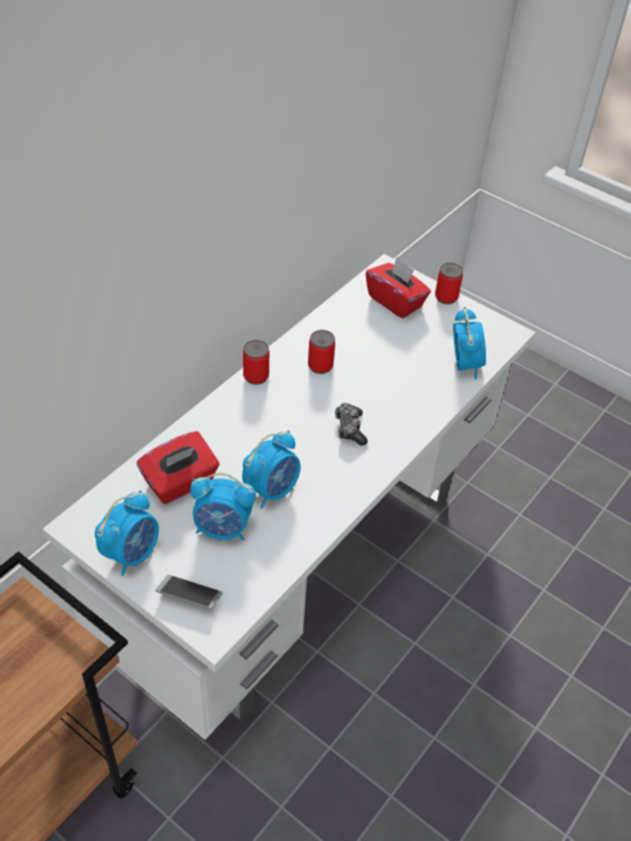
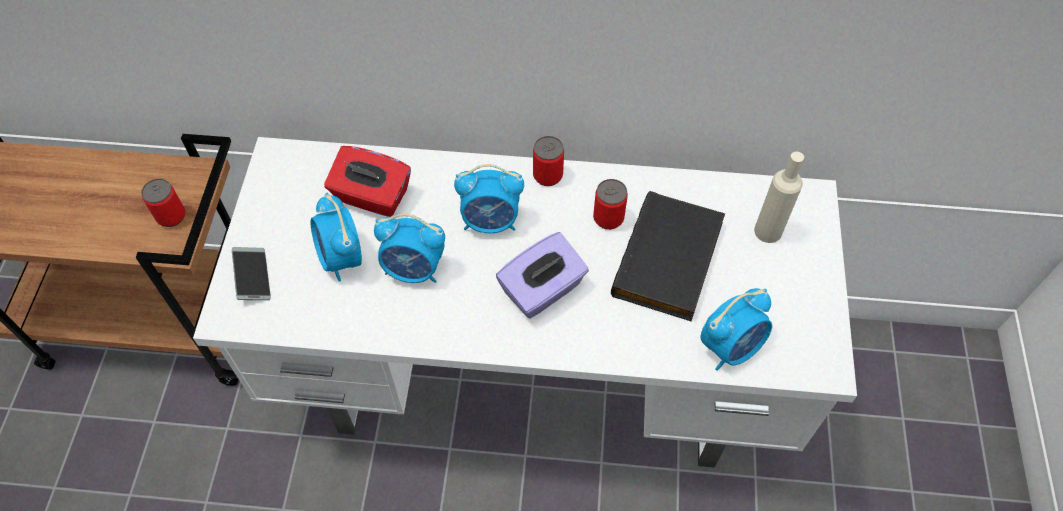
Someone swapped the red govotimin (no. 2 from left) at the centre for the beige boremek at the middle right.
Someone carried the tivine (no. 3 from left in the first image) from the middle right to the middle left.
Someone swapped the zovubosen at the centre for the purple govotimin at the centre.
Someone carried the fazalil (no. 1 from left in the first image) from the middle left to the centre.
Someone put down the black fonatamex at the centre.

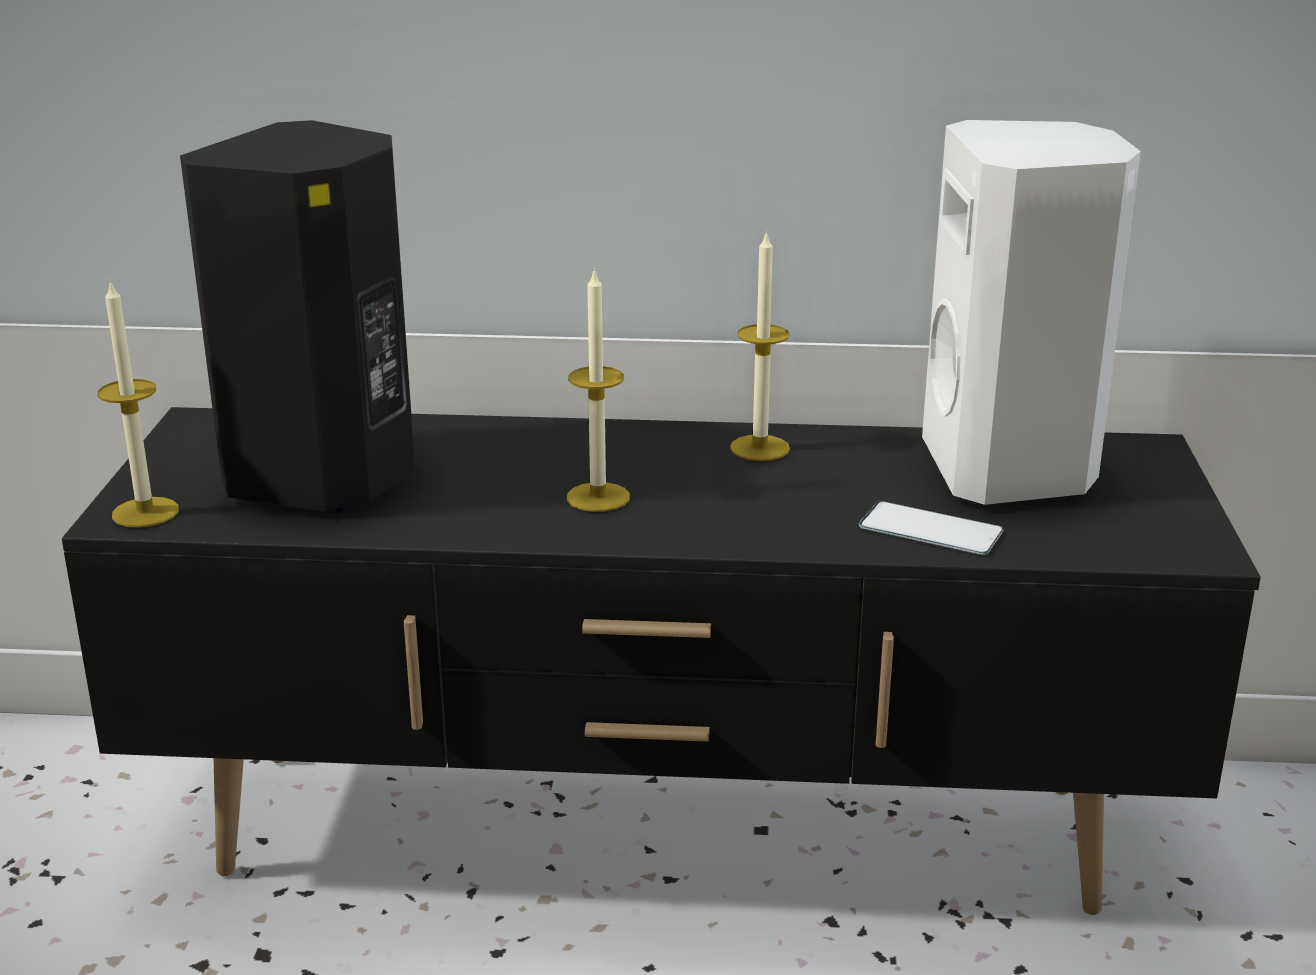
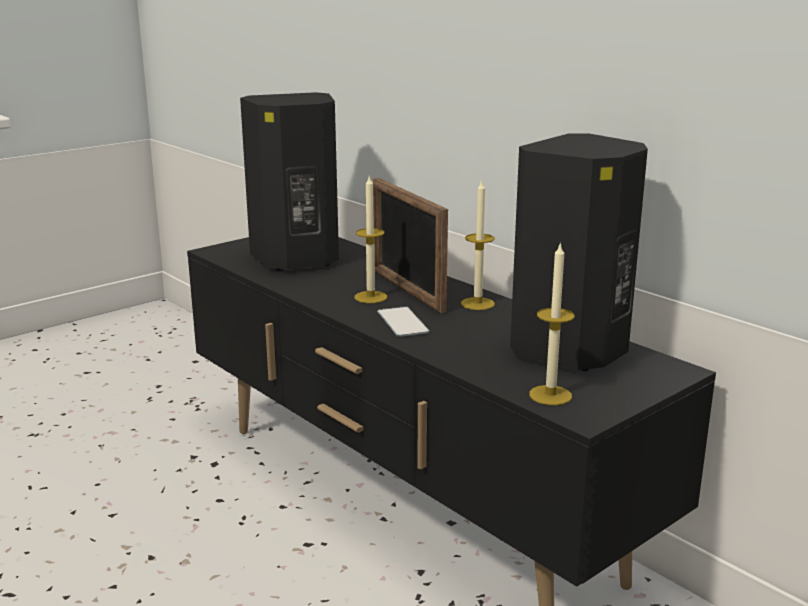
Someone repainted the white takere at the top right, which became the black takere (no. 2 from left) at the middle right.
Someone carried the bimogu (no. 1 from left in the first image) from the middle left to the middle right.
Someone carried the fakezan from the middle right to the centre.
Someone put down the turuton at the centre.

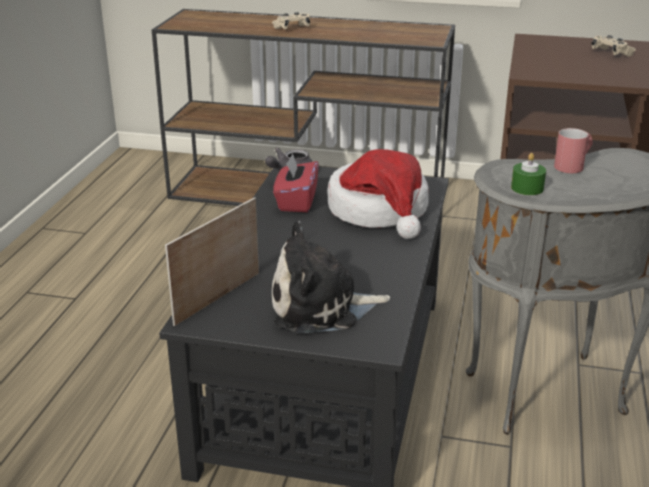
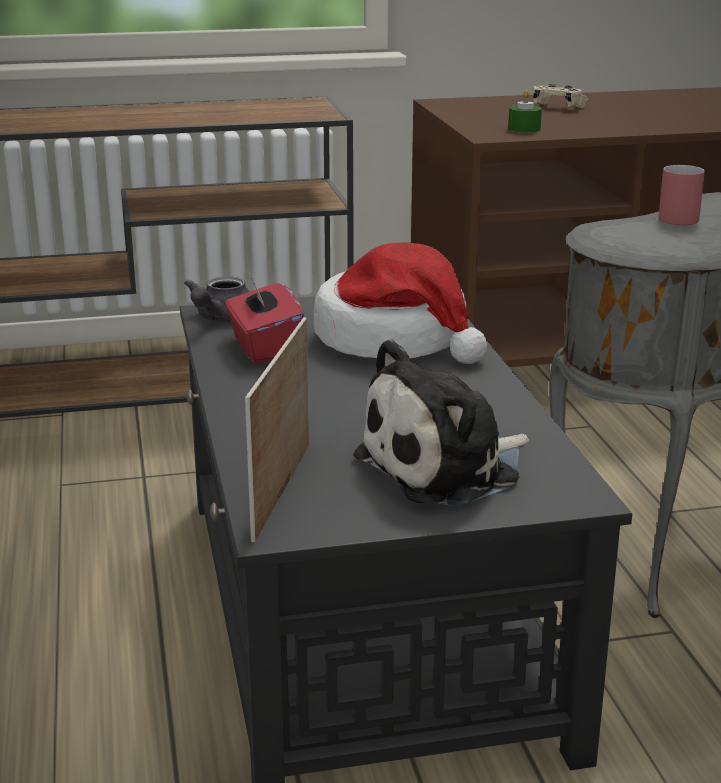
Someone took away the beige zovubosen (no. 1 from left) at the top centre.
Someone carried the green bimogu from the middle right to the top right.

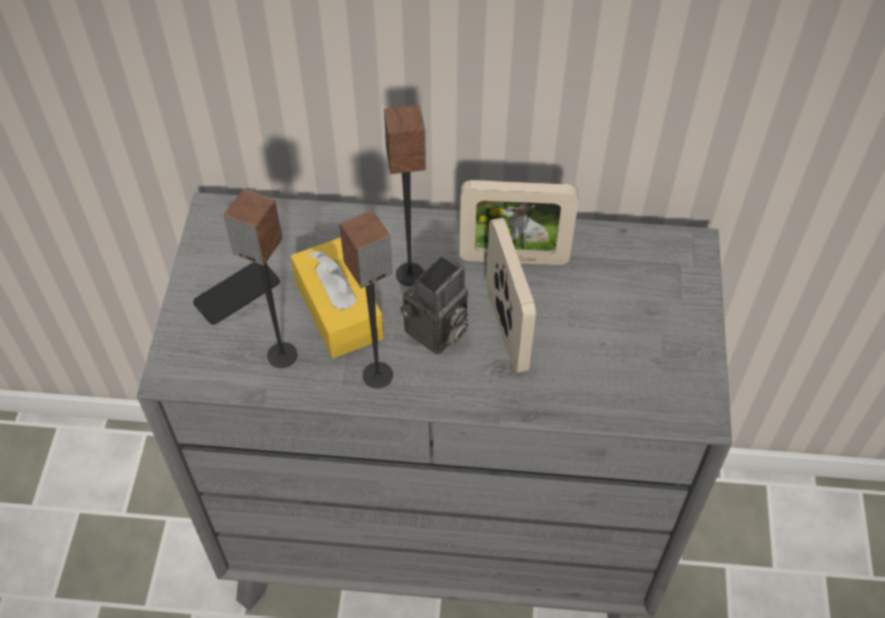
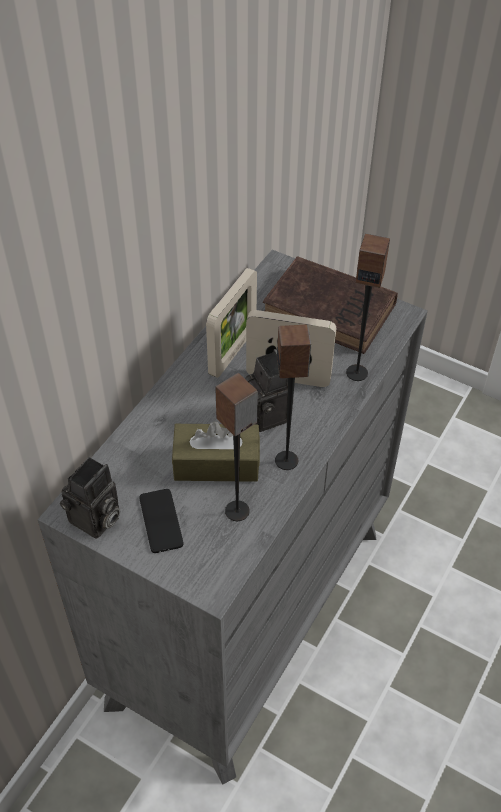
Someone carried the takere (no. 3 from left) from the top centre to the middle right.
Someone repainted the yellow govotimin at the centre, which became the brown govotimin at the centre.
Someone put down the brown fonatamex at the centre.
Someone put down the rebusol (no. 1 from left) at the middle left.

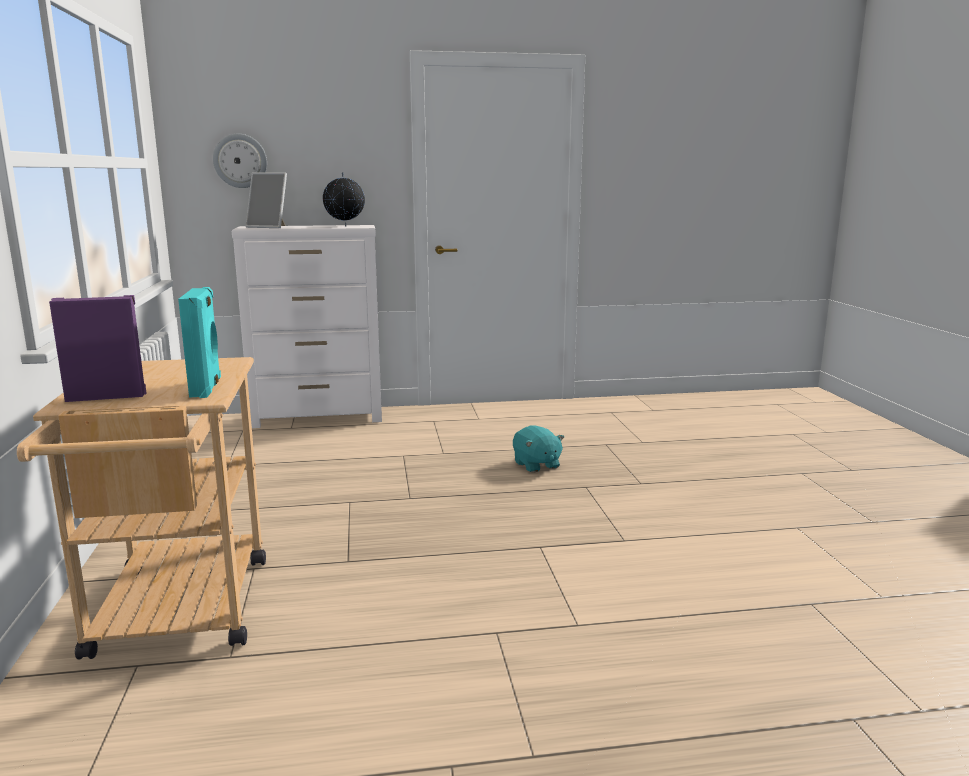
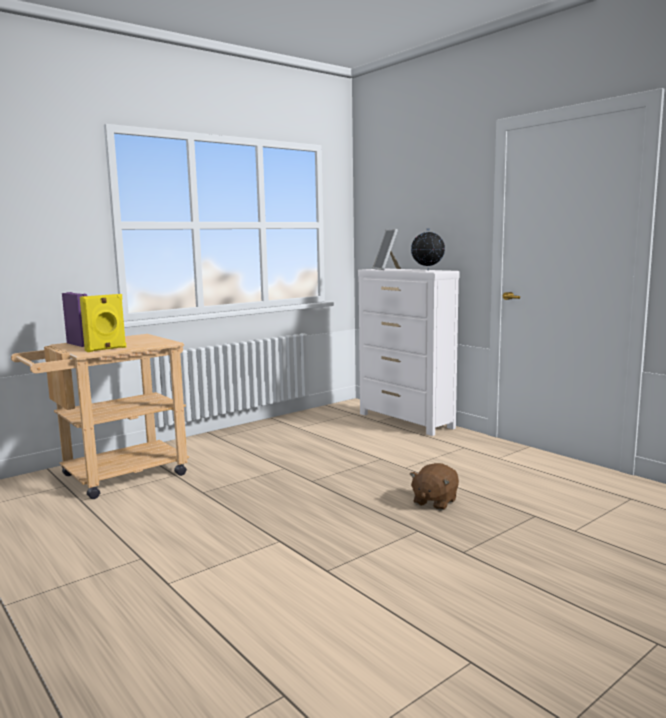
Someone took away the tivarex at the top left.
Someone repainted the turquoise takere at the middle left, which became the yellow takere at the middle left.
Someone repainted the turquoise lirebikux at the centre, which became the brown lirebikux at the bottom centre.

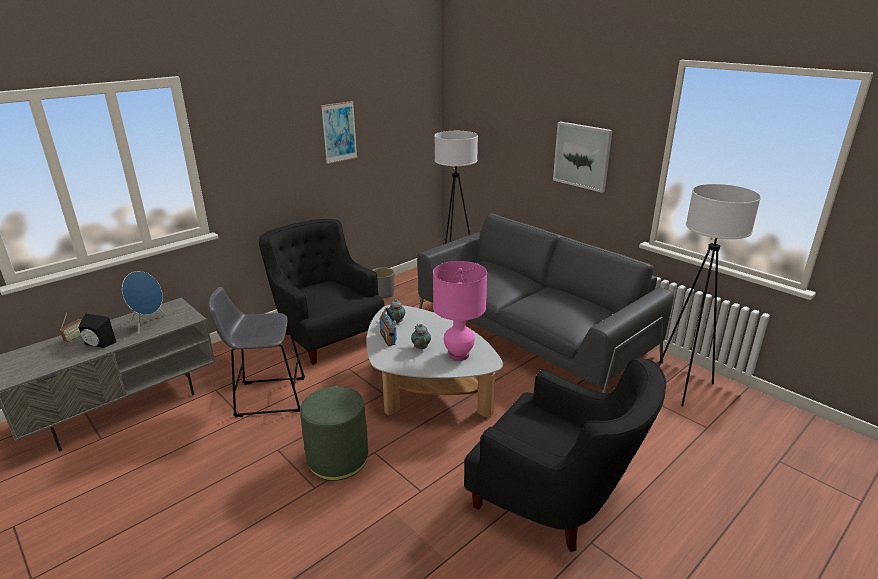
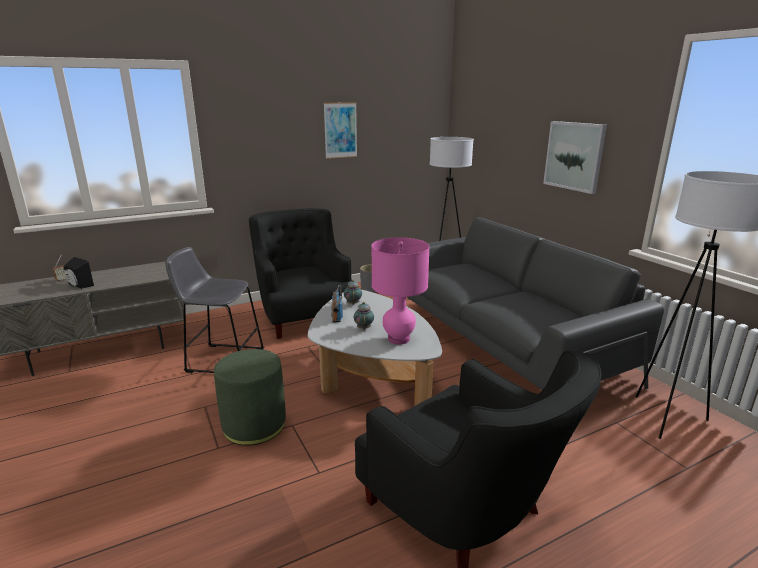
Someone took away the blue takere at the middle left.

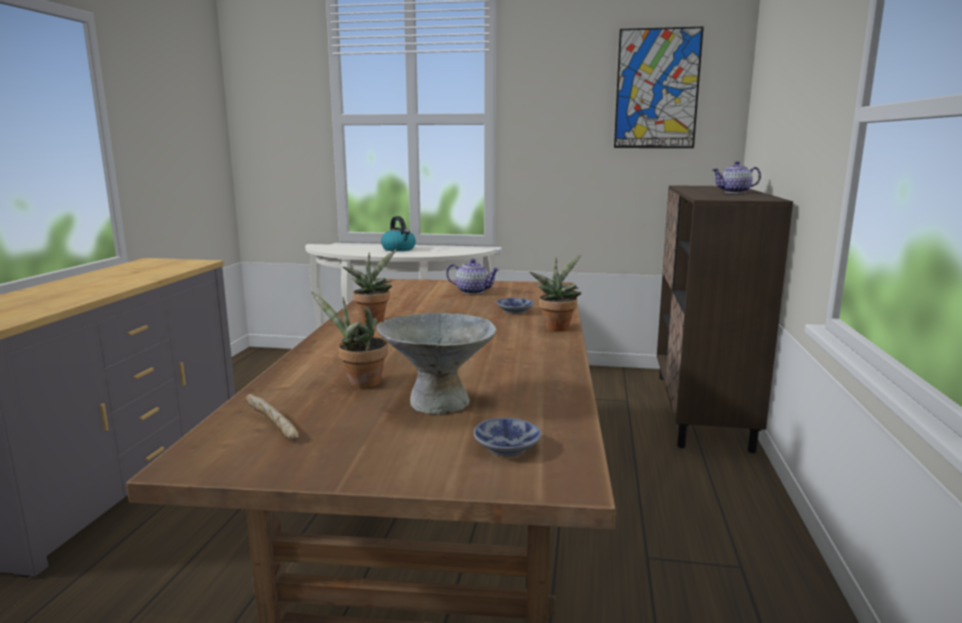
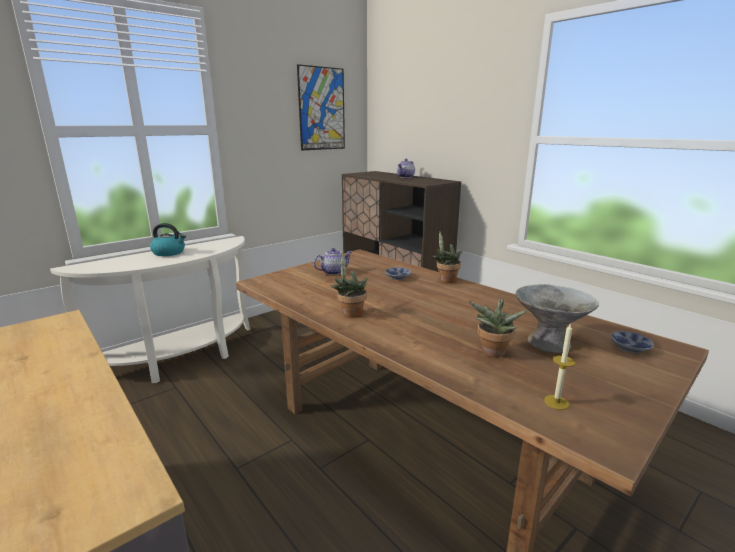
Someone swapped the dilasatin at the bottom left for the bimogu at the middle right.

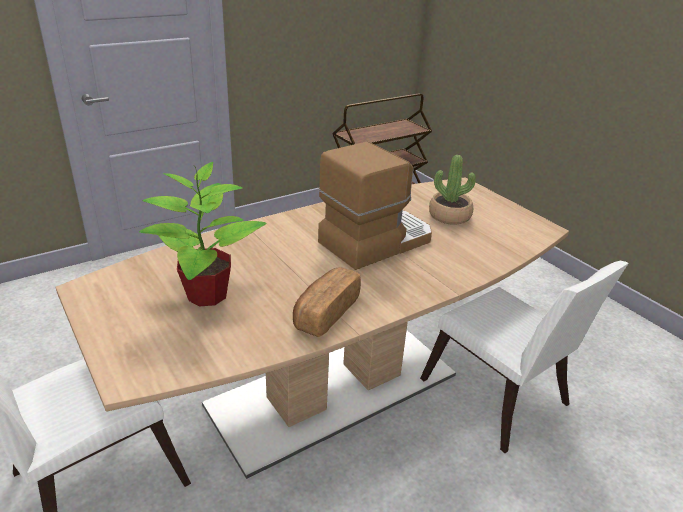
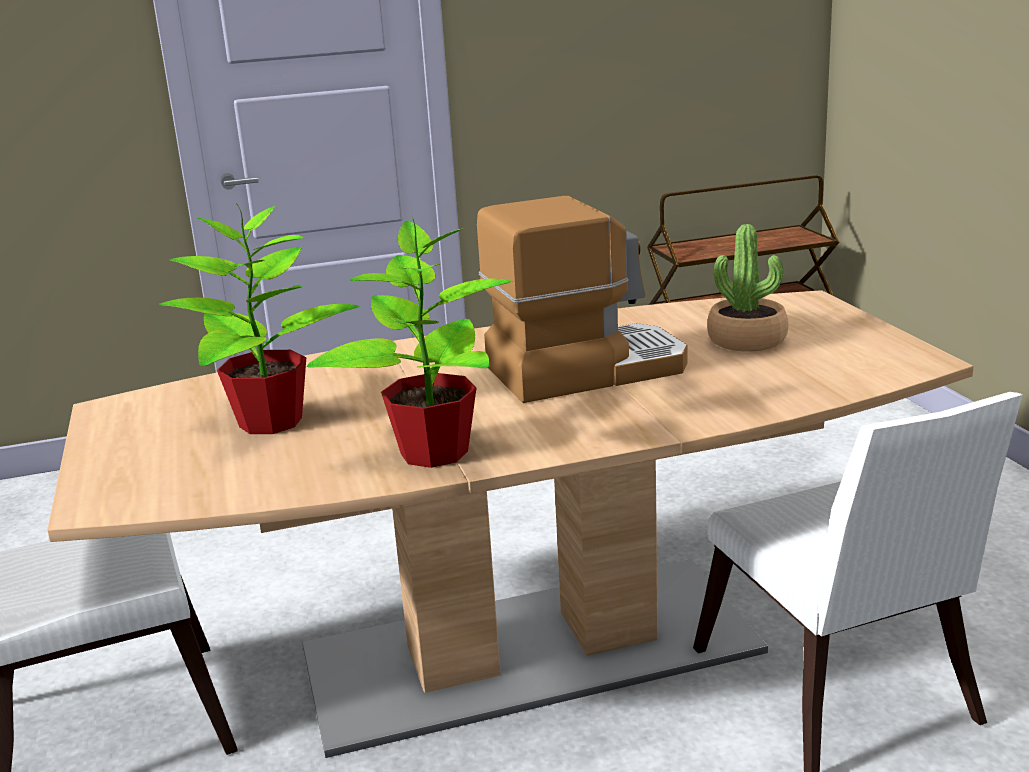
Someone swapped the dilasatin at the centre for the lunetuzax (no. 2 from left) at the centre.

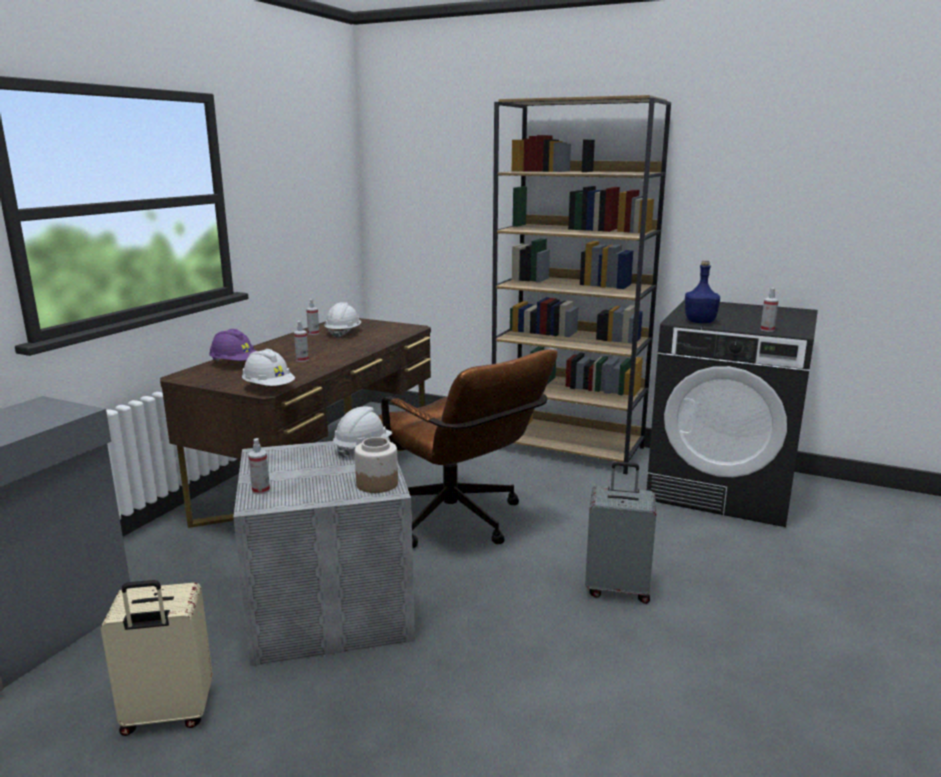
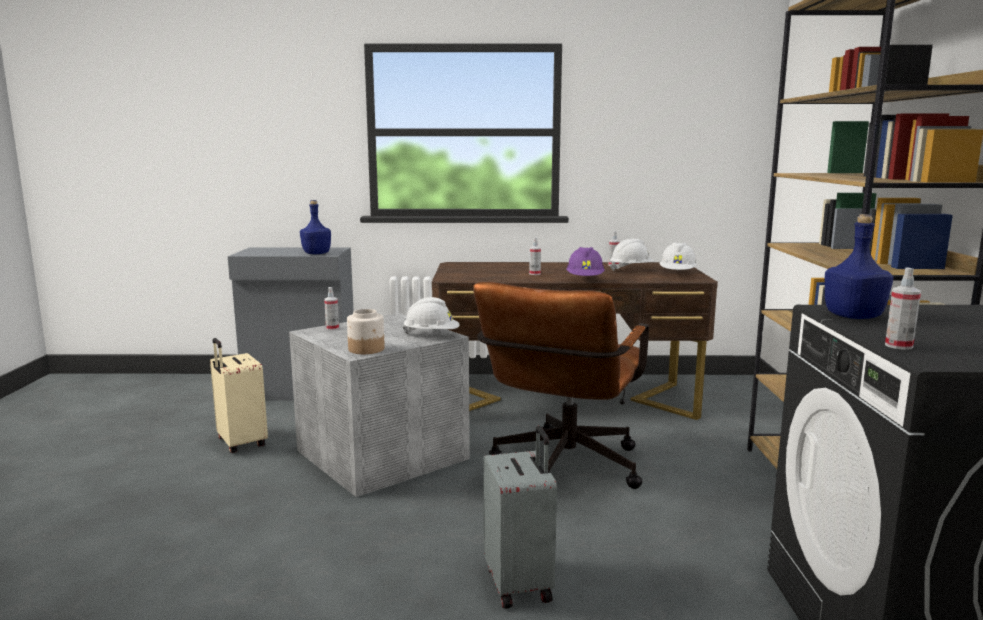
Someone carried the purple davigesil from the middle left to the centre.
Someone carried the white davigesil (no. 1 from left in the first image) from the middle left to the middle right.
Someone put down the blue boremek (no. 1 from left) at the middle left.

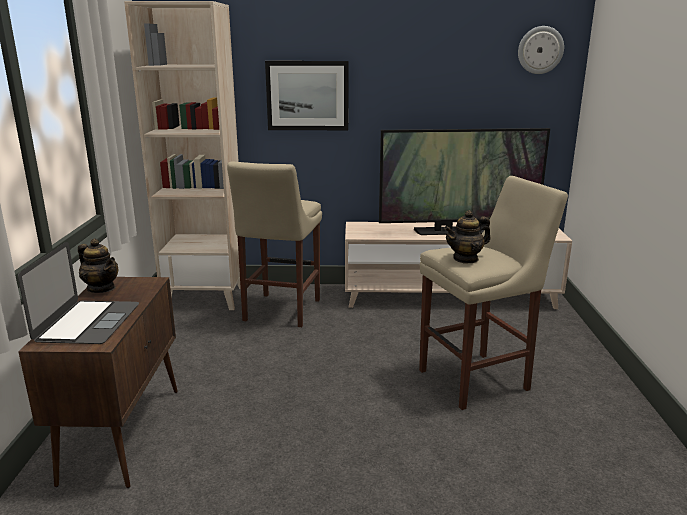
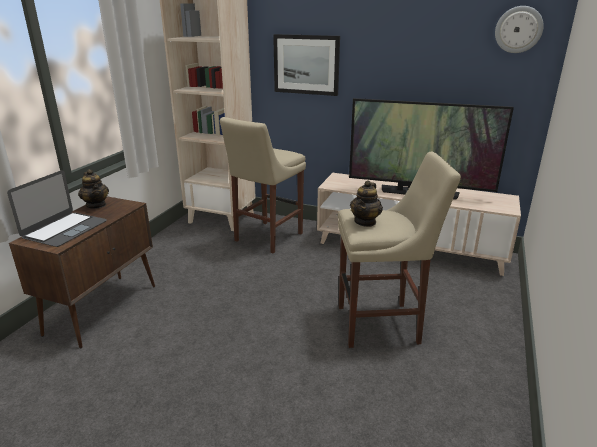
Someone rotated the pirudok (no. 2 from left) at the middle right by 60 degrees counterclockwise.

